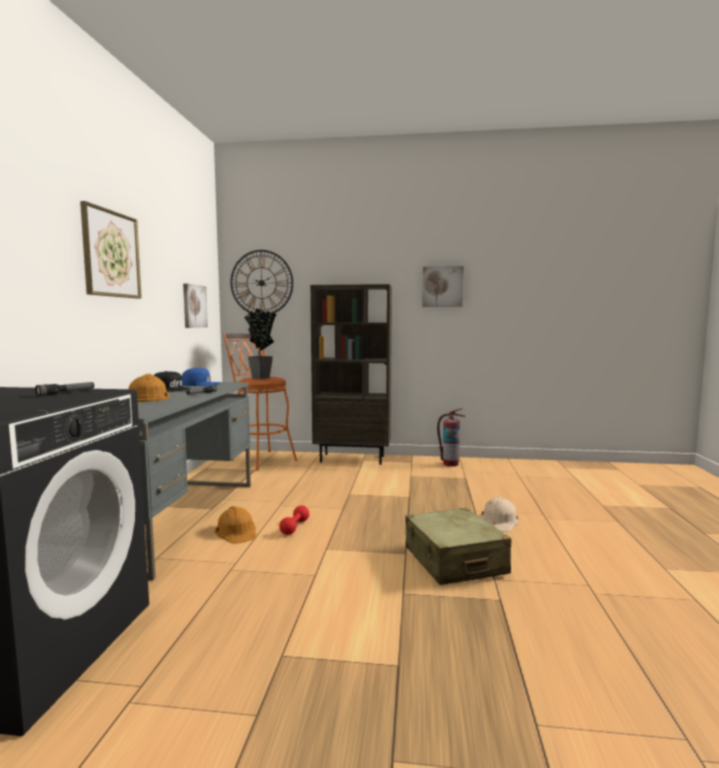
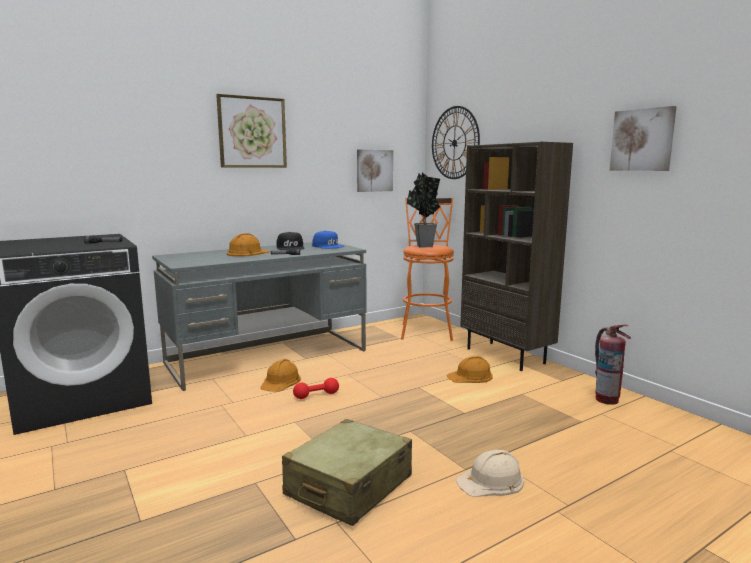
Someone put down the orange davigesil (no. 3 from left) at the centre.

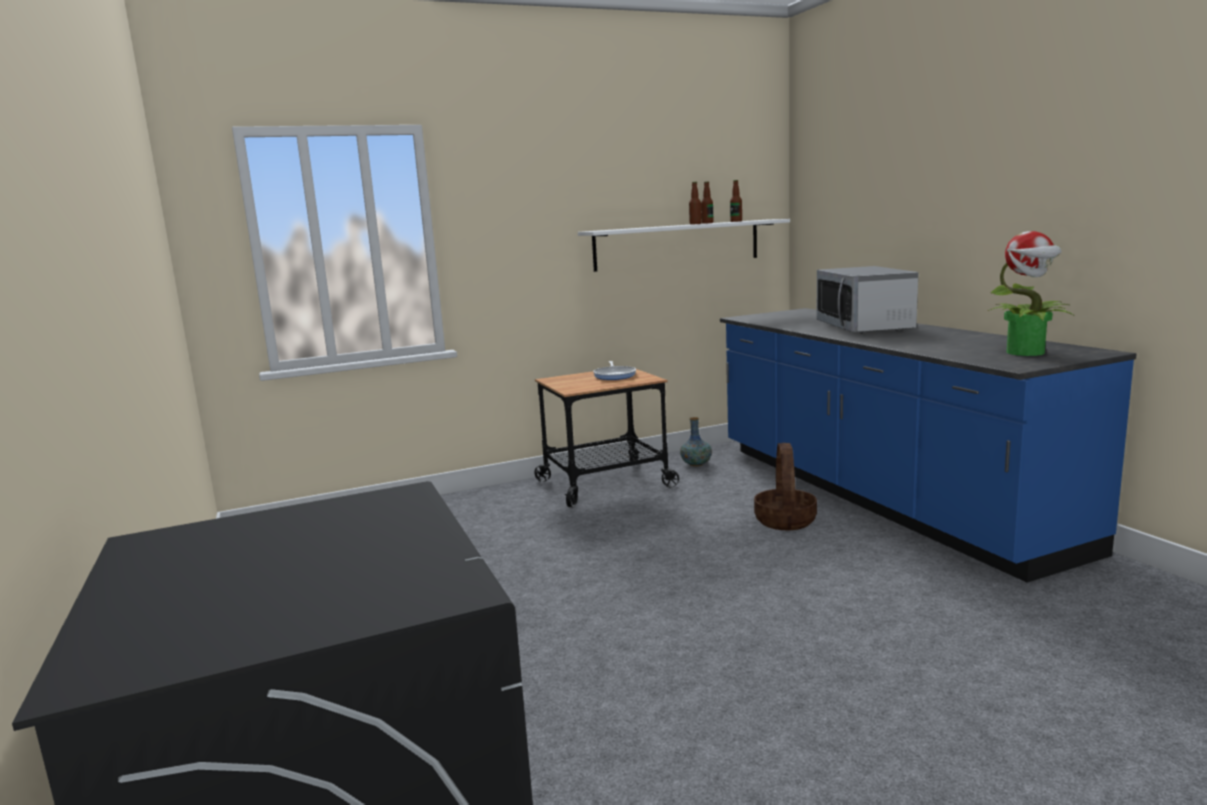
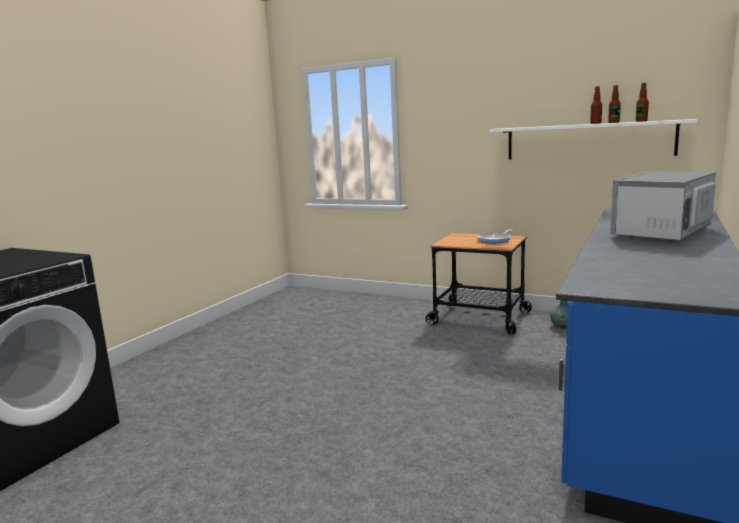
Someone took away the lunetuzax at the middle right.
Someone took away the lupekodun at the centre.

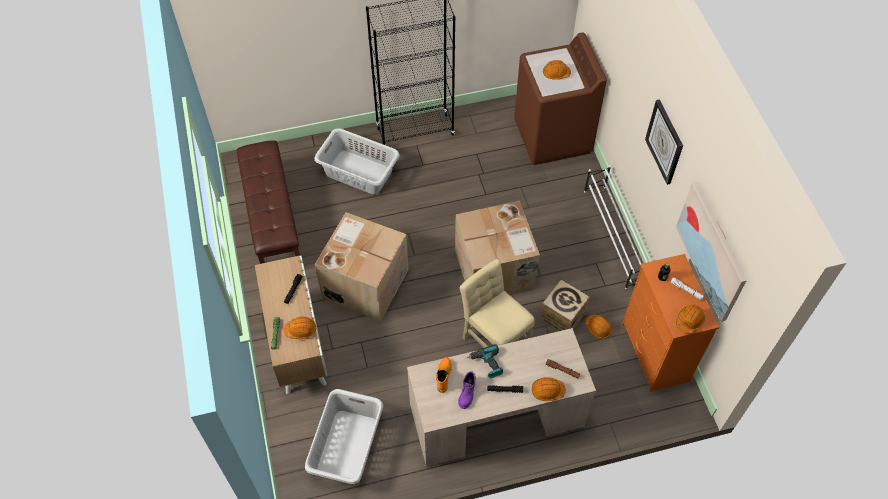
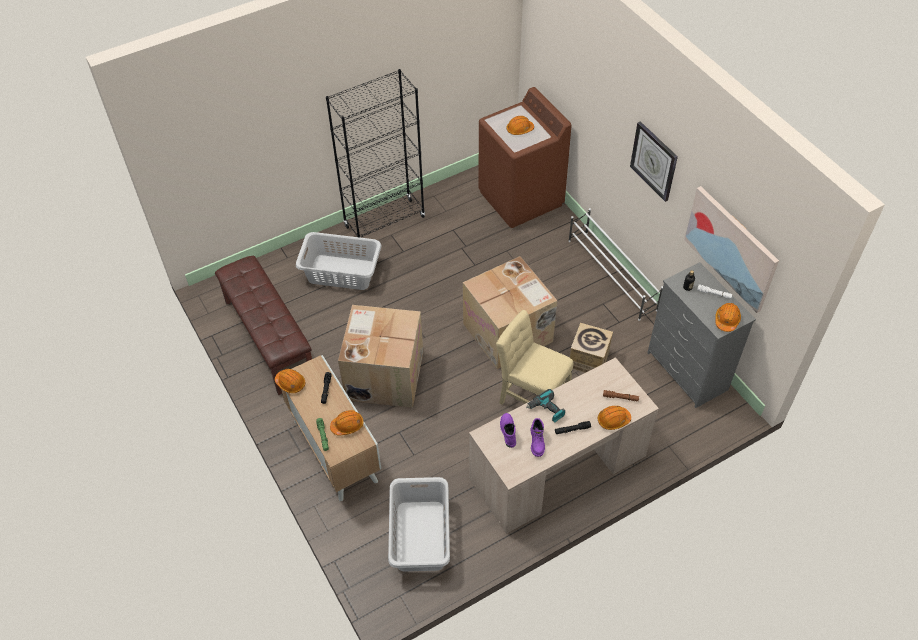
Someone repainted the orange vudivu at the middle right, which became the grey vudivu at the middle right.
Someone carried the orange davigesil (no. 4 from left in the first image) from the middle right to the middle left.
Someone repainted the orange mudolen at the bottom centre, which became the purple mudolen (no. 1 from left) at the bottom centre.

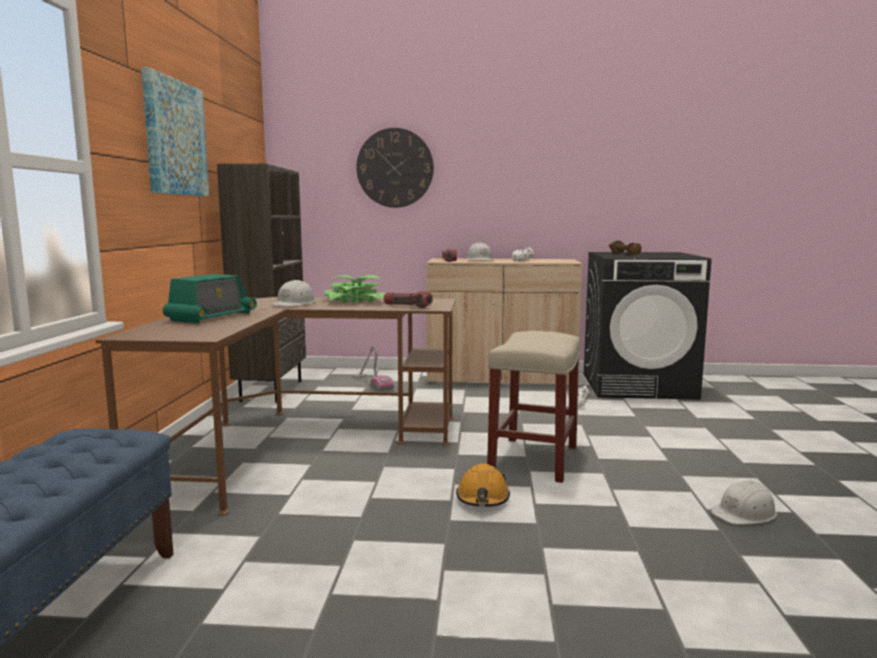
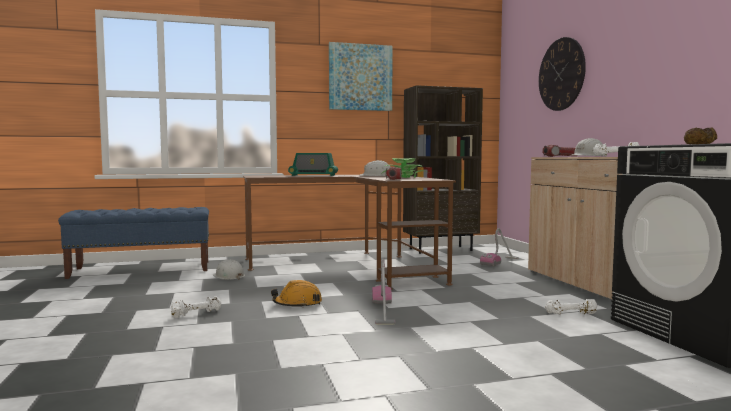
Someone swapped the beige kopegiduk at the centre for the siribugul (no. 1 from left) at the bottom centre.
Someone carried the white davigesil (no. 3 from left in the first image) from the bottom right to the middle left.
Someone put down the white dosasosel (no. 1 from left) at the bottom left.

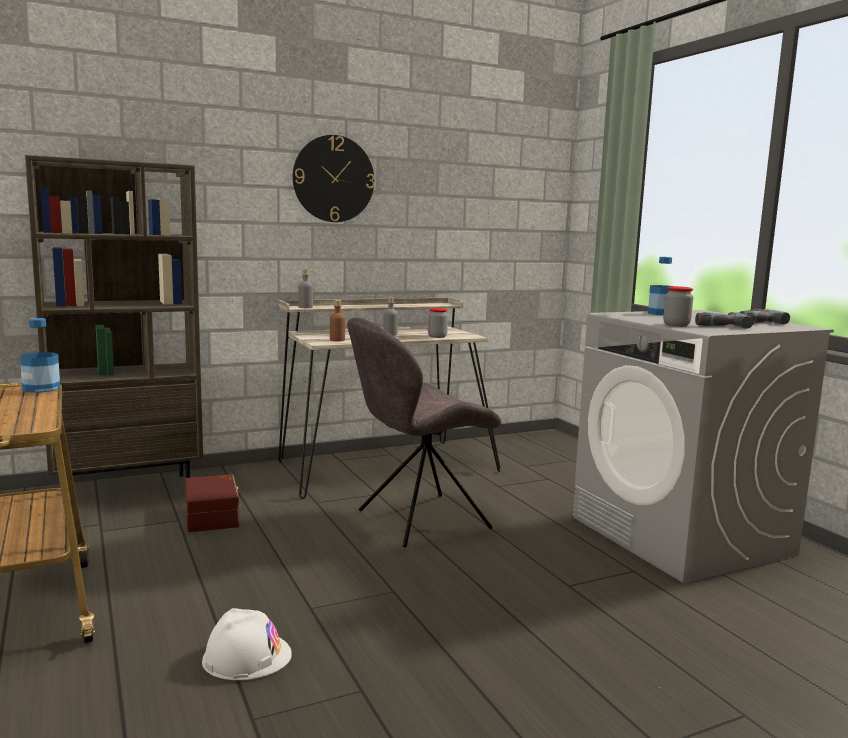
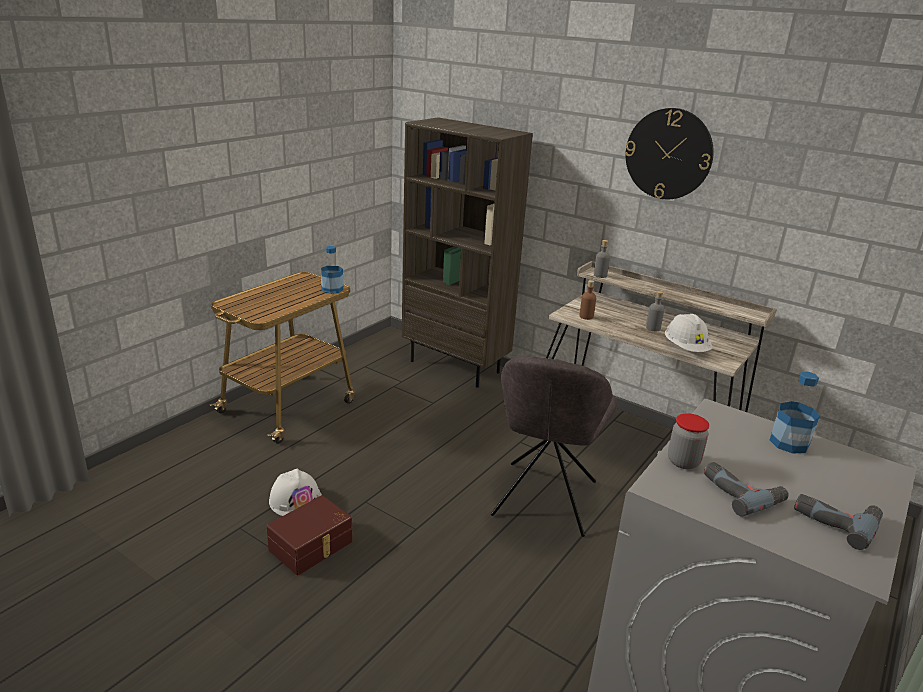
Someone swapped the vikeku (no. 1 from left) at the centre for the white davigesil (no. 2 from left) at the middle right.
Someone rotated the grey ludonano at the centre by 105 degrees counterclockwise.
Someone carried the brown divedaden from the bottom left to the bottom centre.

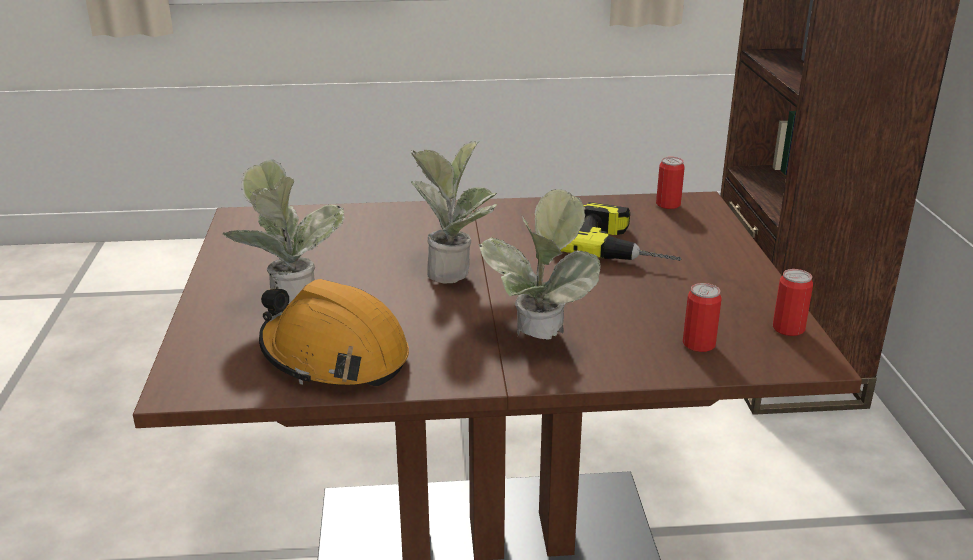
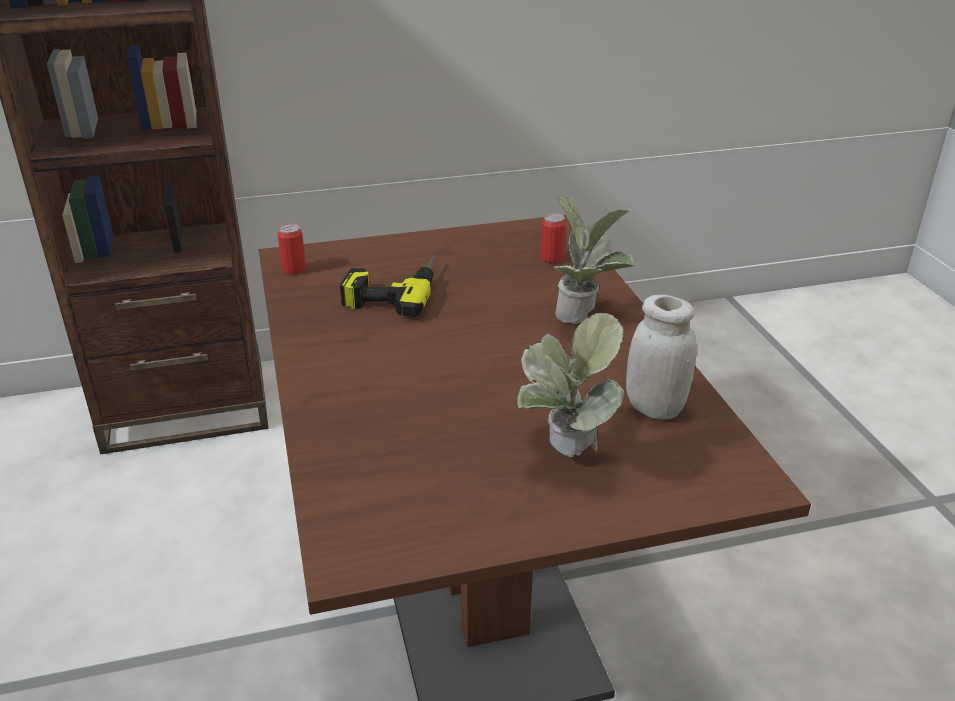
Someone took away the lunetuzax (no. 2 from left) at the centre.
Someone took away the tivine (no. 3 from left) at the middle right.
Someone swapped the orange davigesil at the centre for the white vikeku at the middle right.

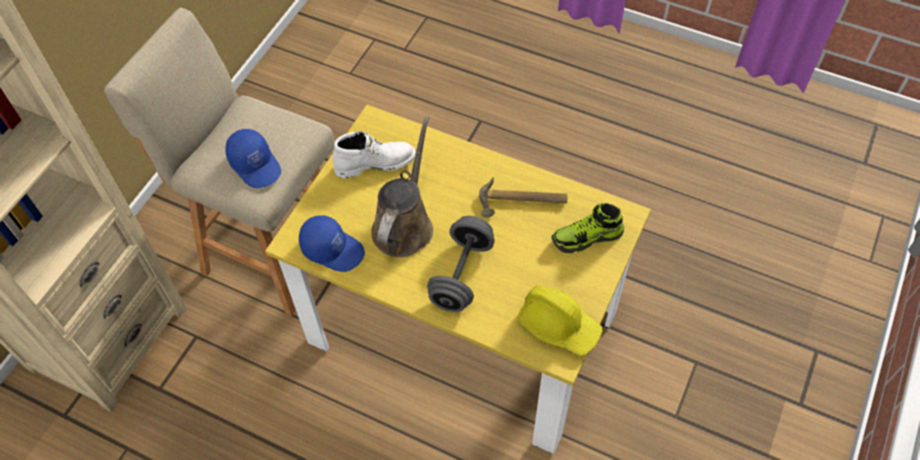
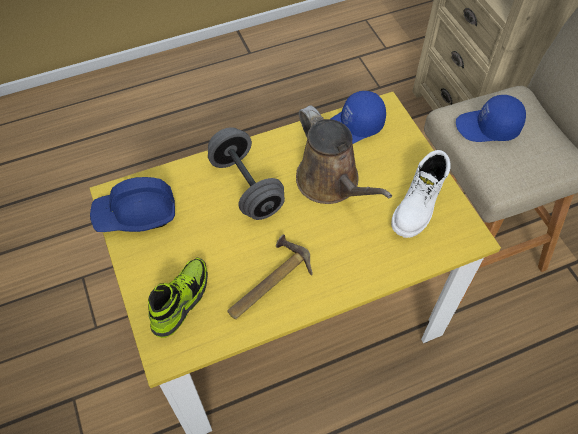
Someone repainted the yellow davigesil at the bottom centre, which became the blue davigesil at the middle left.

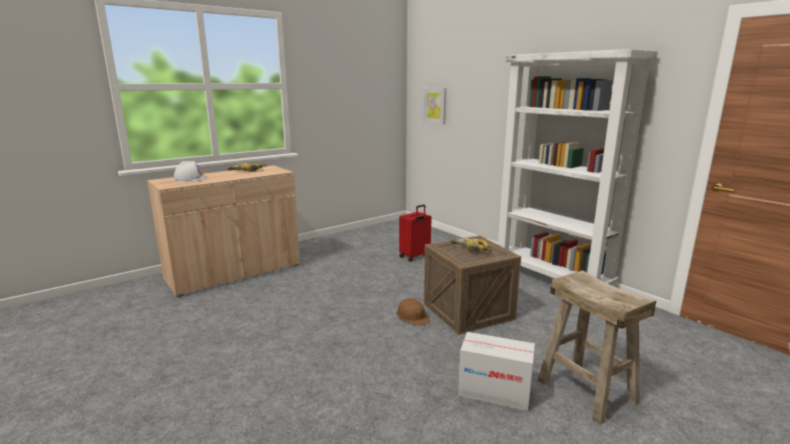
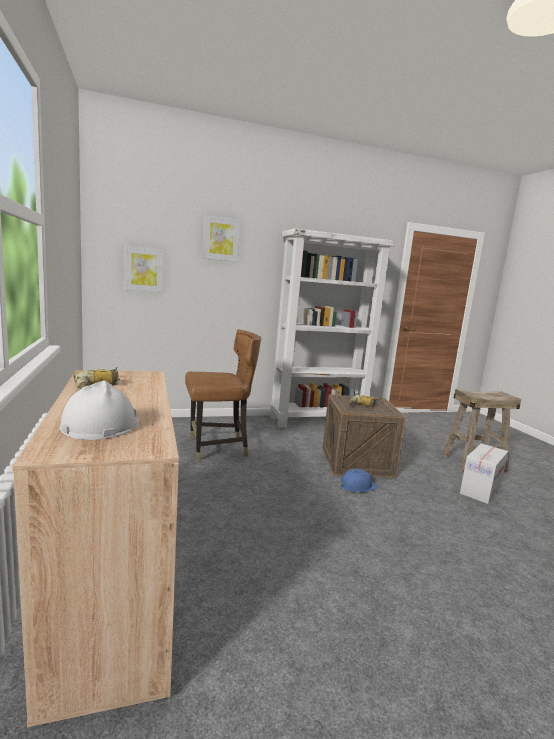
Someone swapped the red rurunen at the centre for the brown ludonano at the centre.
Someone repainted the brown davigesil at the bottom centre, which became the blue davigesil at the centre.
Someone put up the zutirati (no. 2 from left) at the top centre.

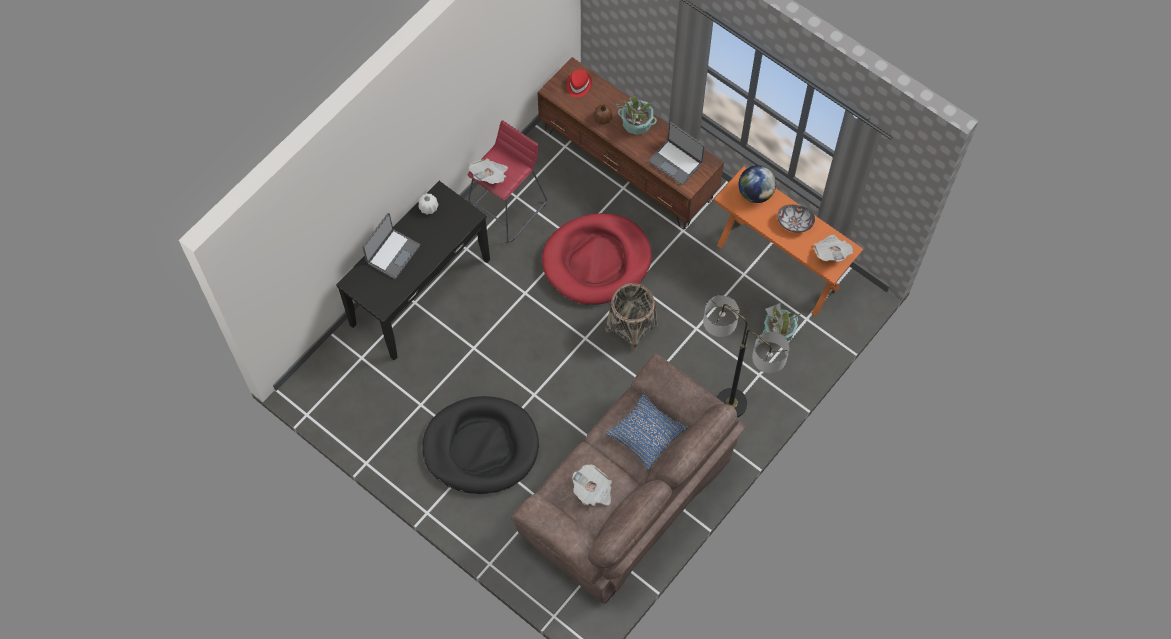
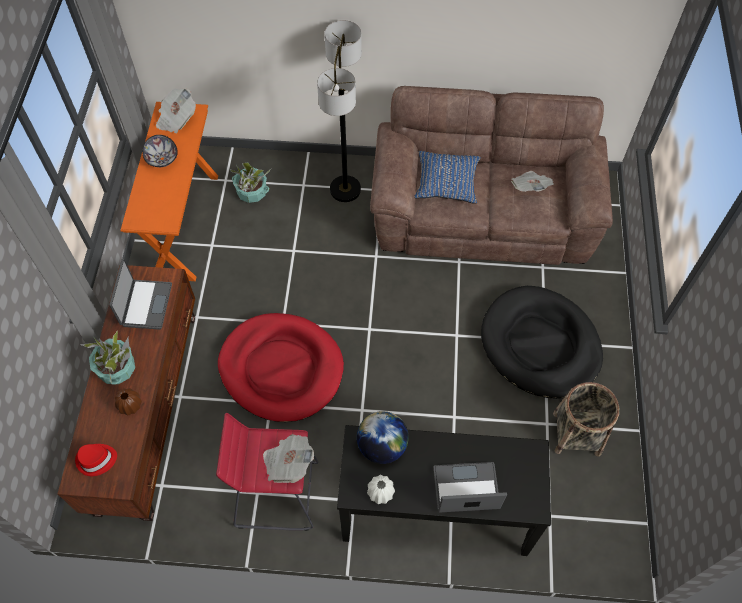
Someone carried the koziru from the top centre to the bottom centre.
Someone carried the lupekodun from the centre to the bottom right.

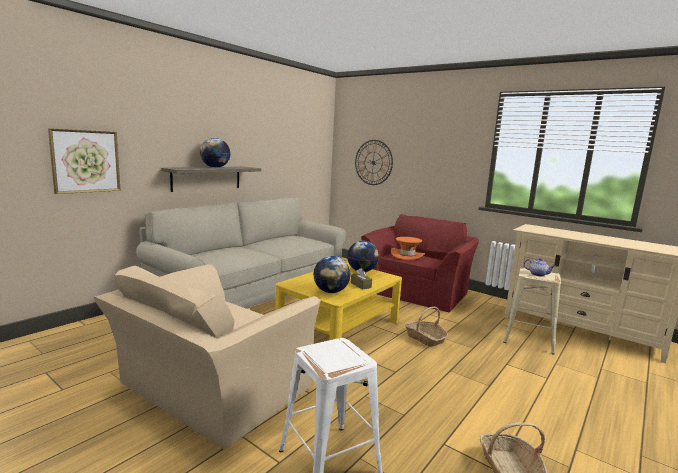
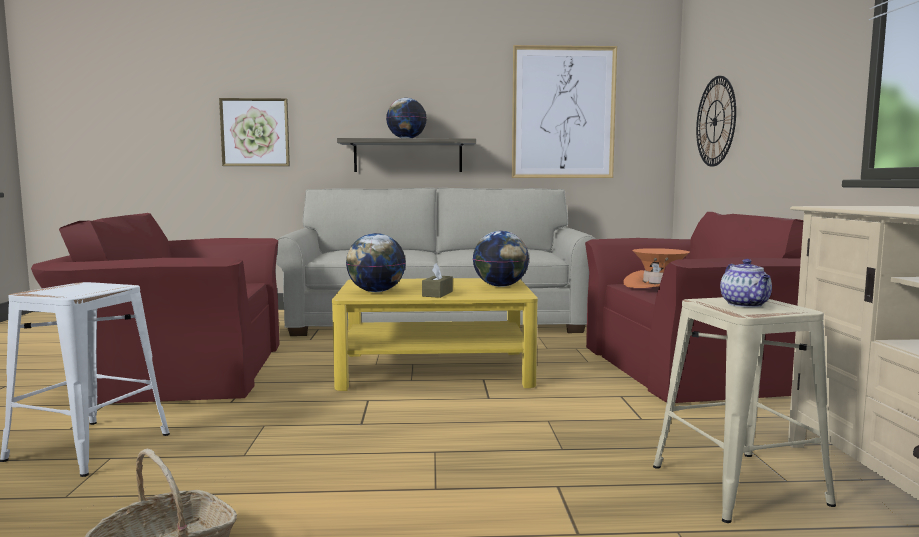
Someone repainted the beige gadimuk at the bottom left, which became the red gadimuk (no. 1 from left) at the middle left.
Someone took away the lupekodun (no. 1 from left) at the bottom centre.
Someone put up the zutirati (no. 2 from left) at the top centre.

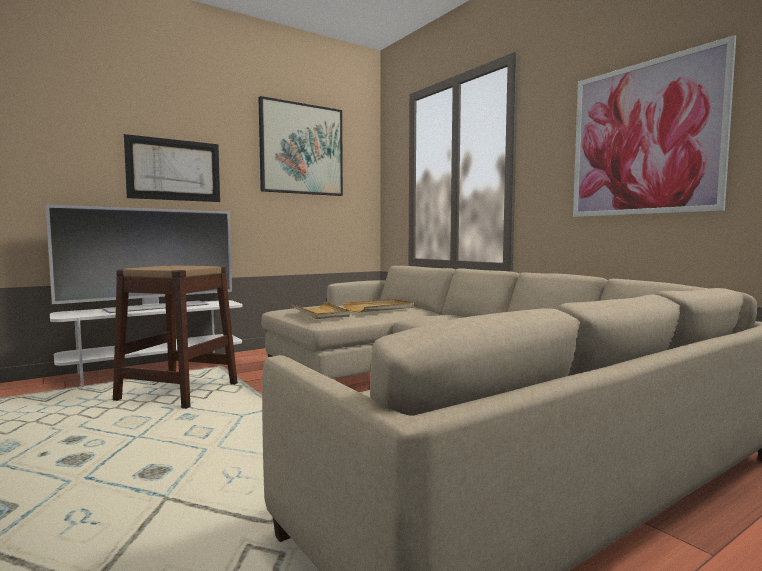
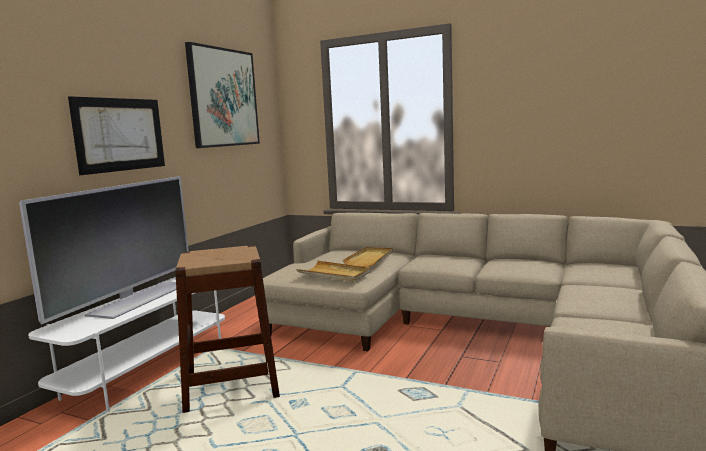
Someone took away the zutirati (no. 3 from left) at the top right.

